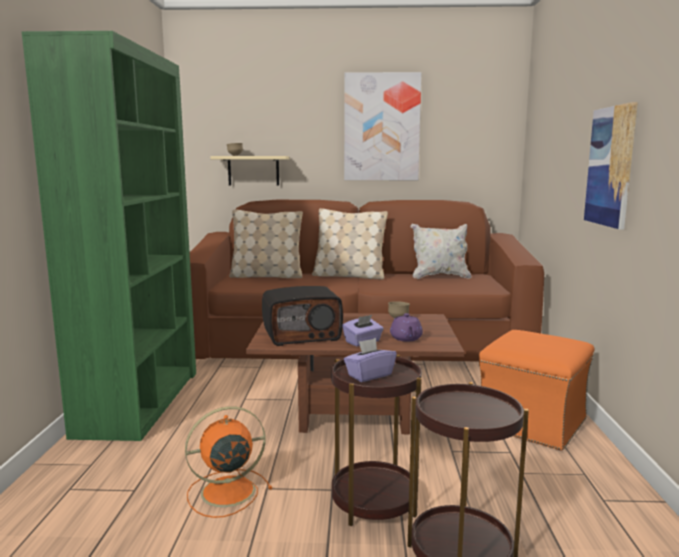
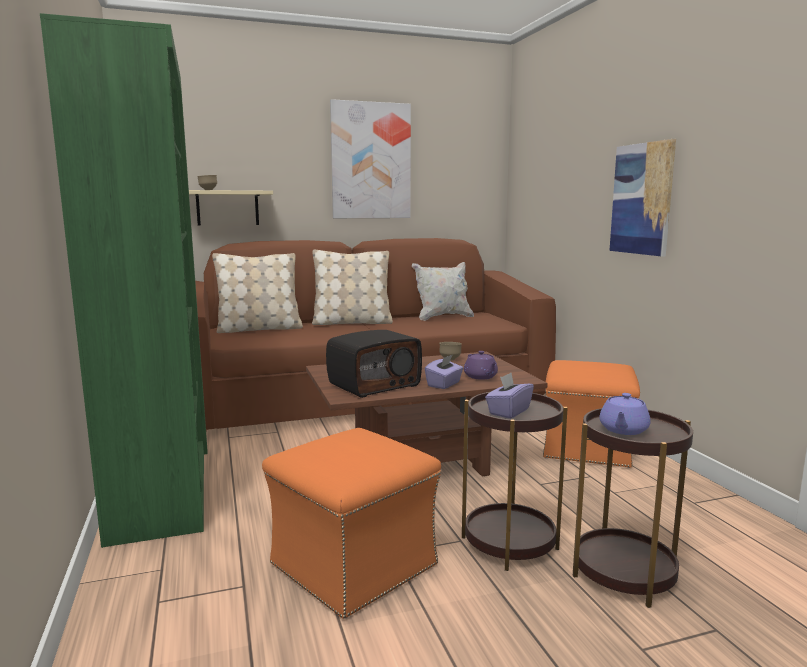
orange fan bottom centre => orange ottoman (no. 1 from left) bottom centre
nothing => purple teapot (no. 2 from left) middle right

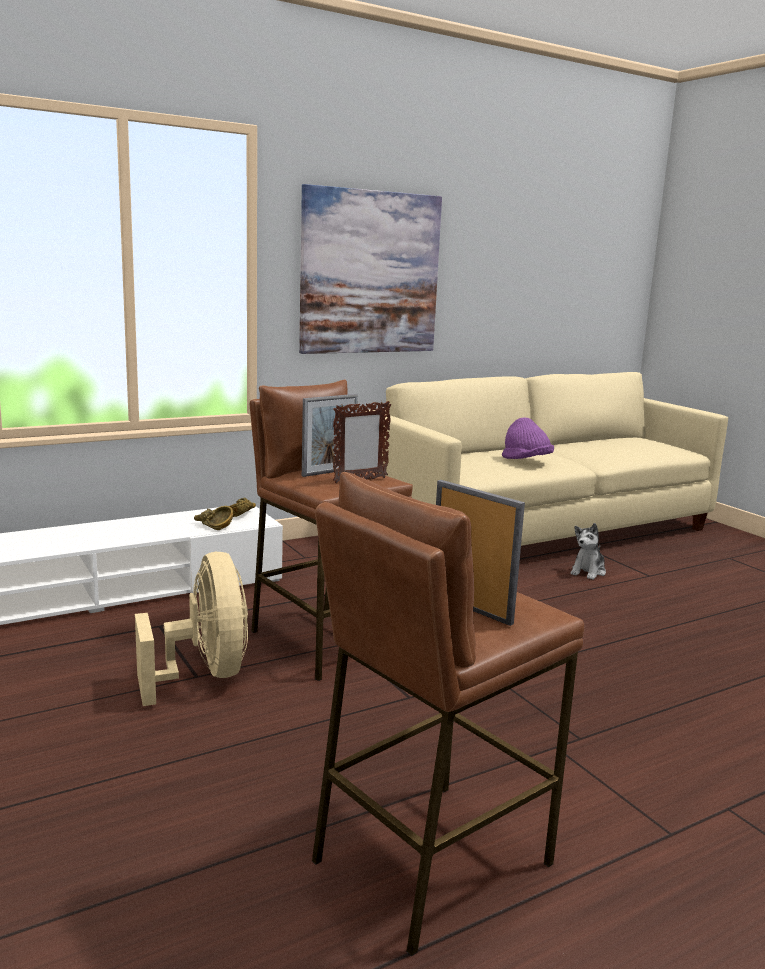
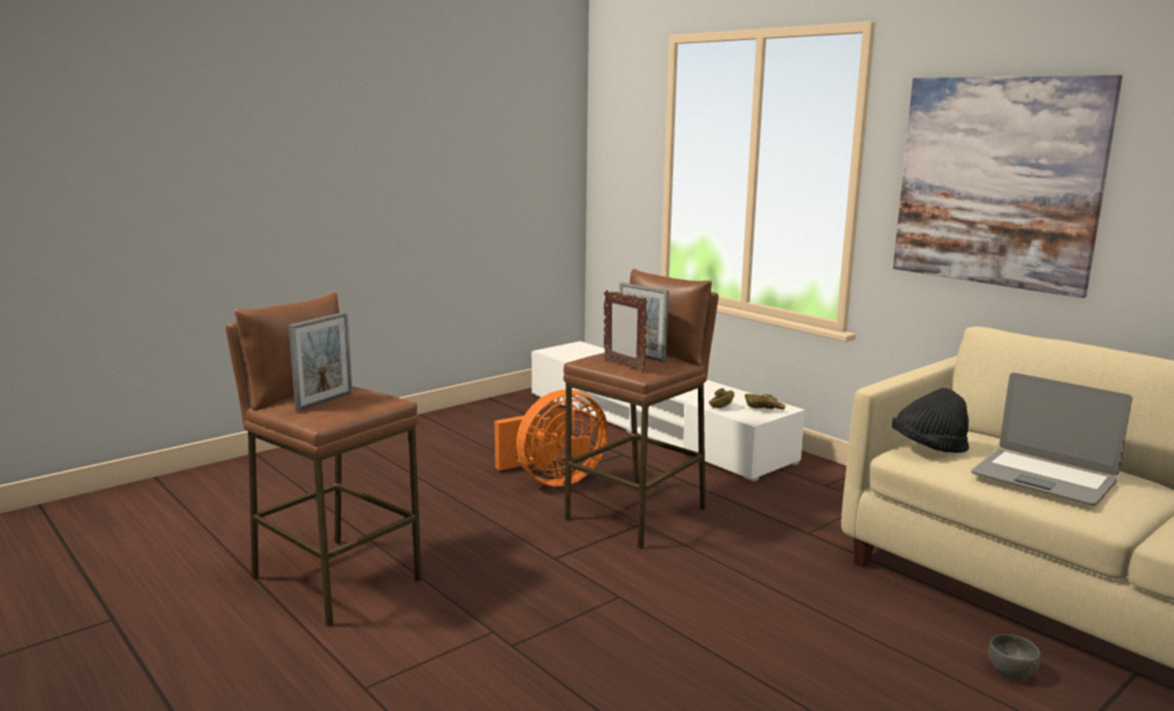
beige fan middle left => orange fan centre
nothing => black hat middle right
purple hat middle right => laptop middle right
plush toy middle right => grey bowl bottom right

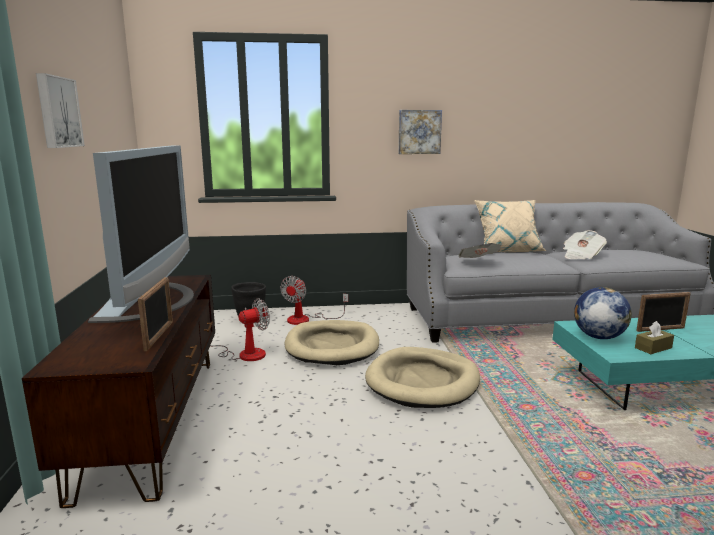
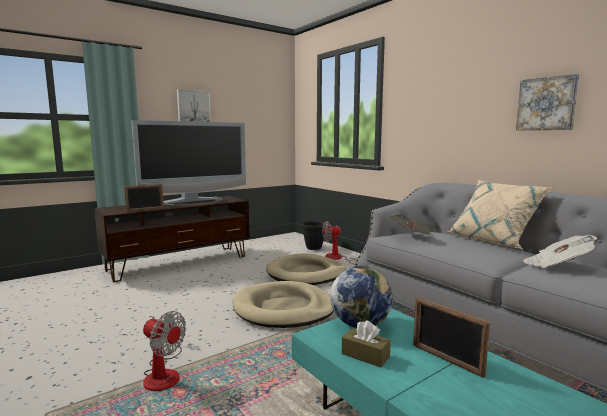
fan (no. 1 from left) centre => fan (no. 1 from left) bottom left, relocated
picture (no. 2 from left) top centre => picture (no. 2 from left) top right, relocated

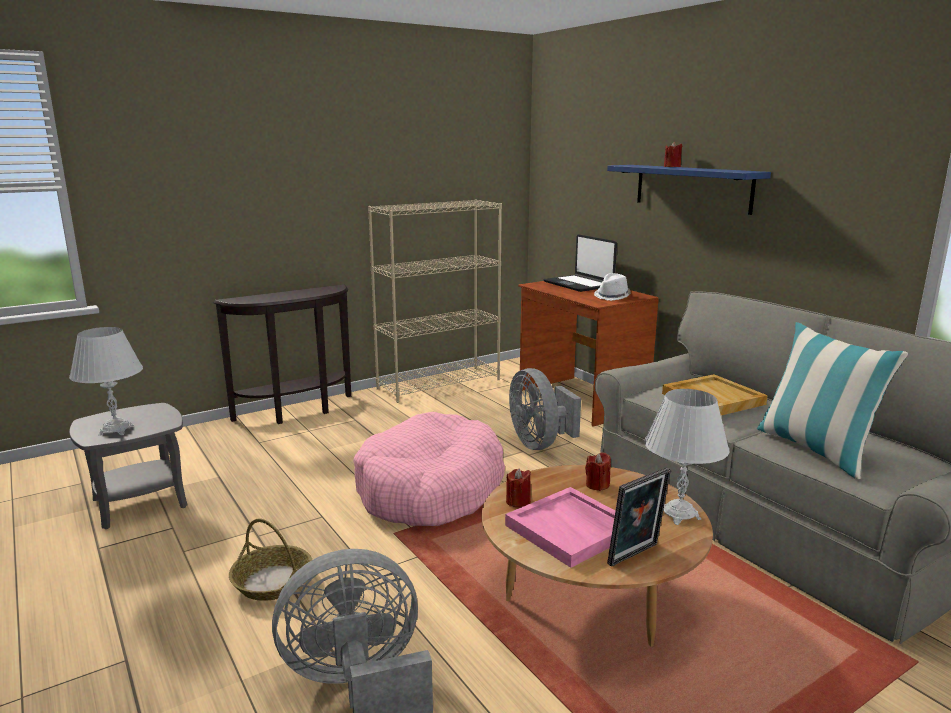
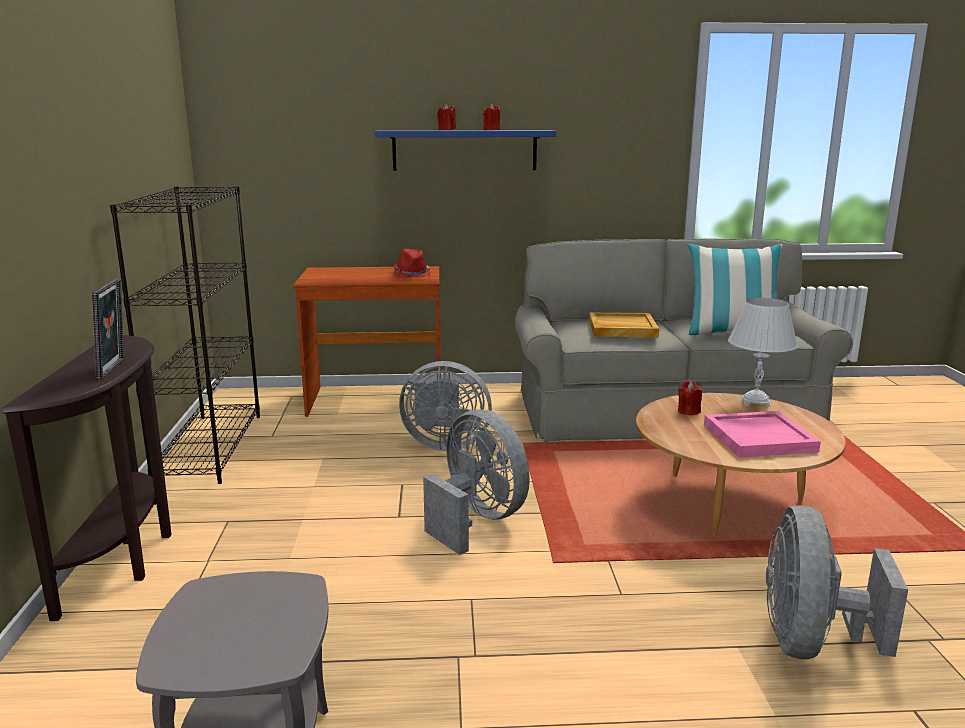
picture frame bottom right => picture frame middle left, relocated
beige bookcase centre => black bookcase middle left
white hat centre => red hat centre
pink dog bed centre => grey fan (no. 2 from left) centre
red candle (no. 1 from left in the first image) bottom centre => red candle (no. 2 from left) top centre, relocated
white table lamp (no. 1 from left) middle left => nothing
basket bottom left => nothing
laptop centre => nothing

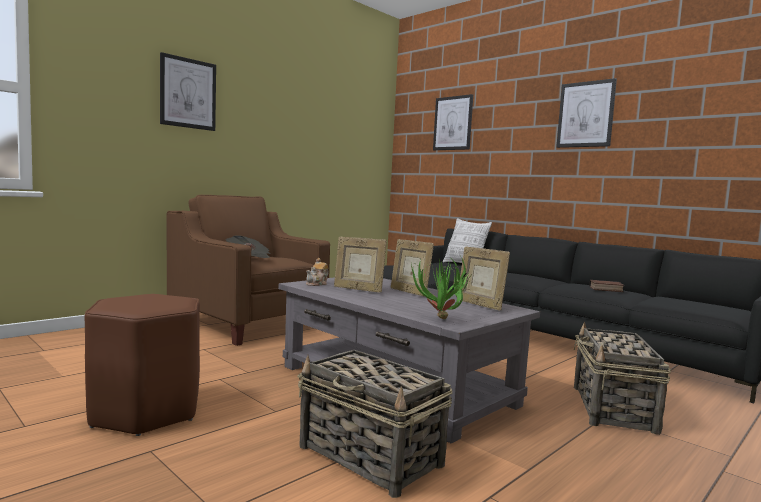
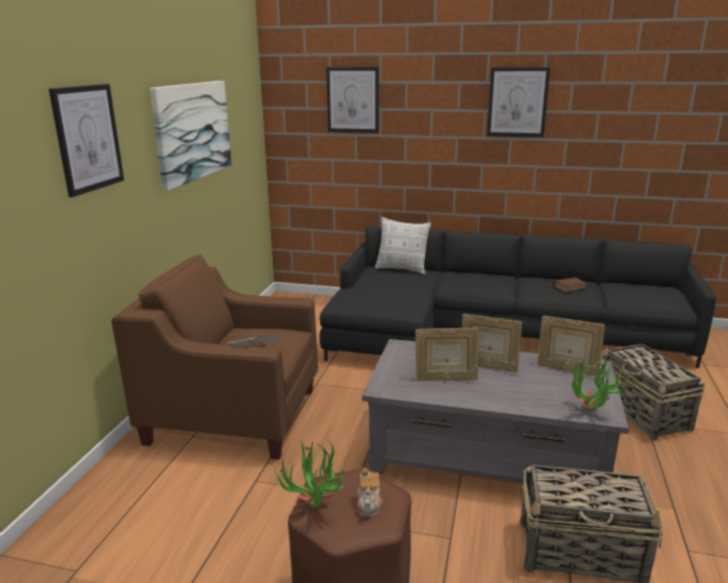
nothing => picture (no. 2 from left) top left
nothing => potted plant (no. 1 from left) bottom centre
teapot centre => teapot bottom centre, relocated

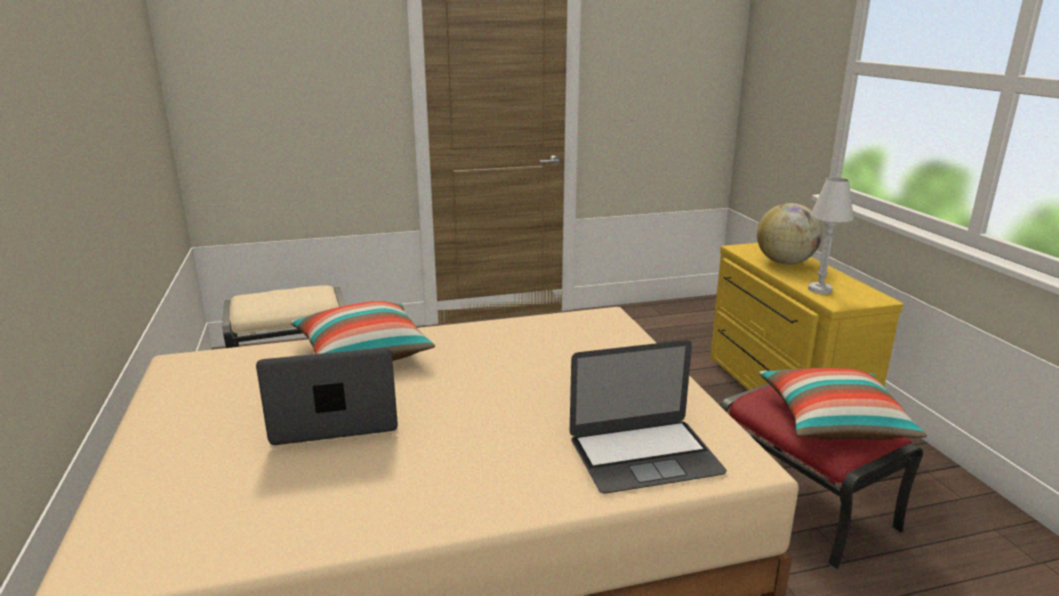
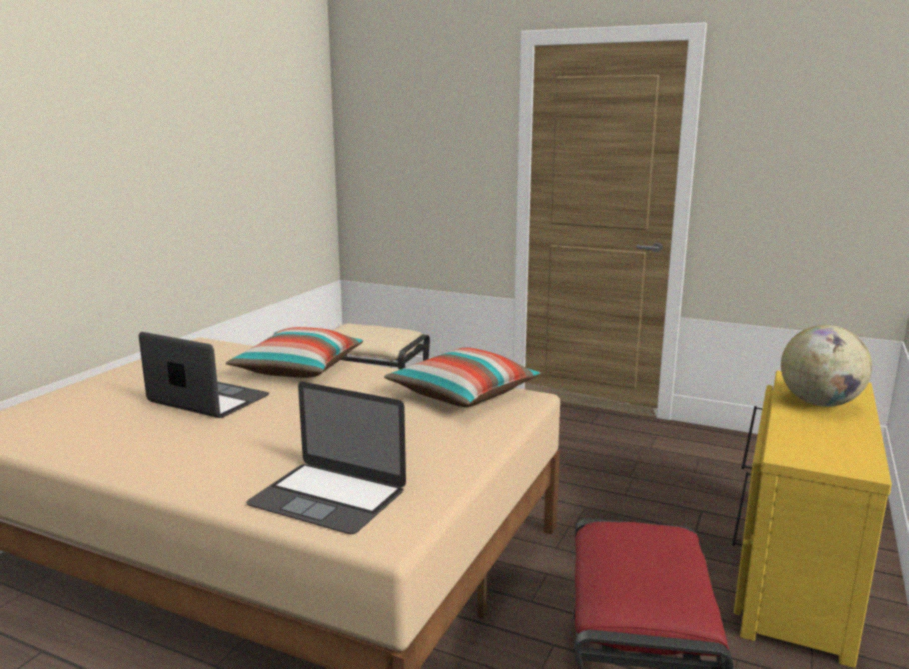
pillow (no. 2 from left) bottom right => pillow (no. 2 from left) centre, relocated
white table lamp middle right => nothing

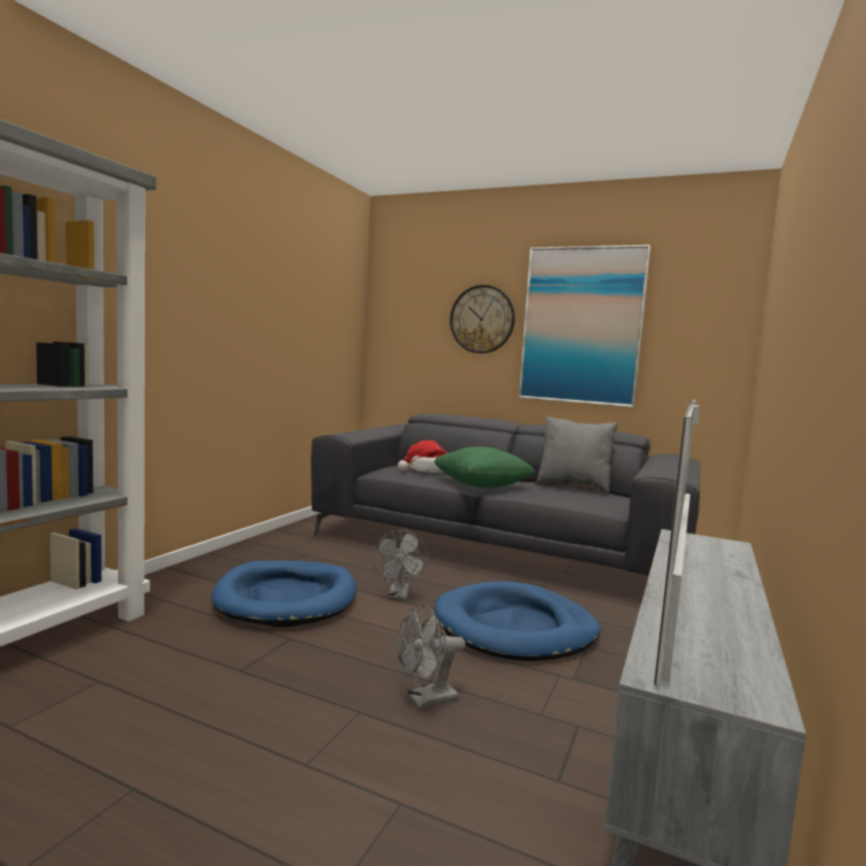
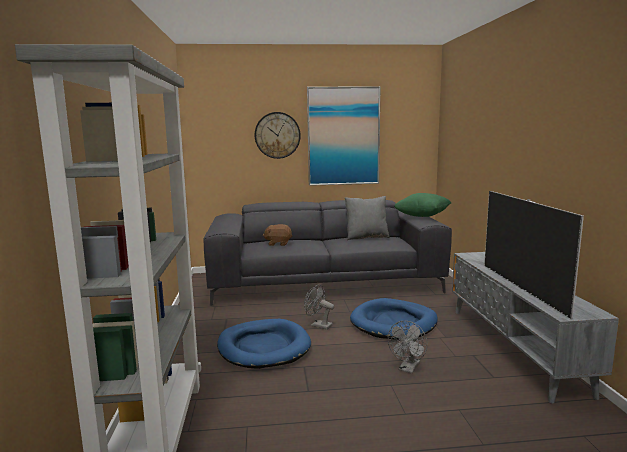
hat centre => brown plush toy centre
grey fan (no. 1 from left) centre => grey fan (no. 1 from left) bottom centre, 150 degrees clockwise
green pillow centre => green pillow middle right, relocated

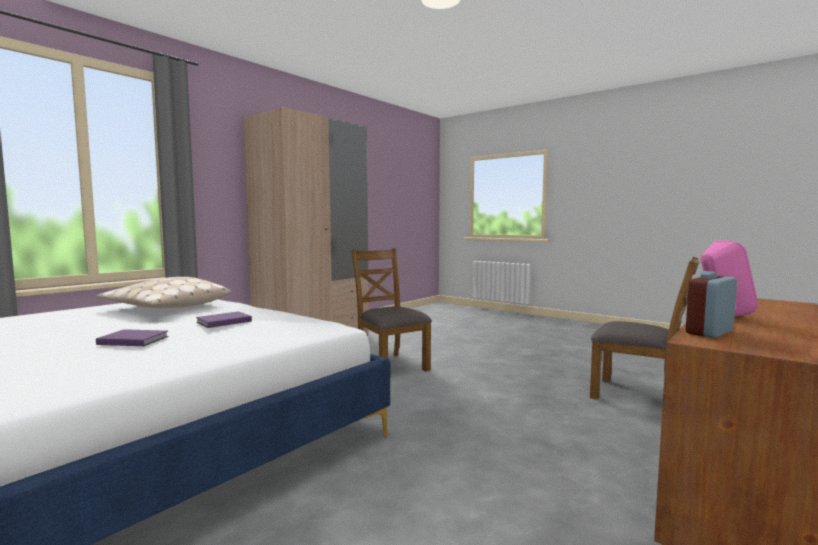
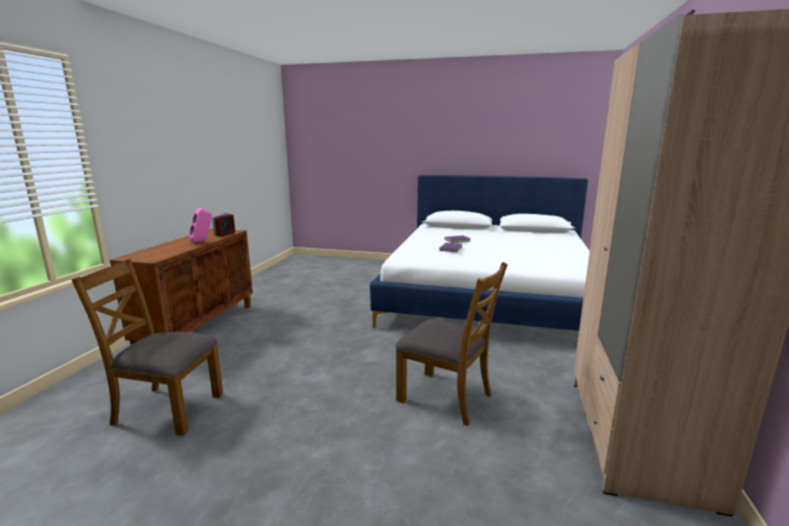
beige pillow middle left => nothing

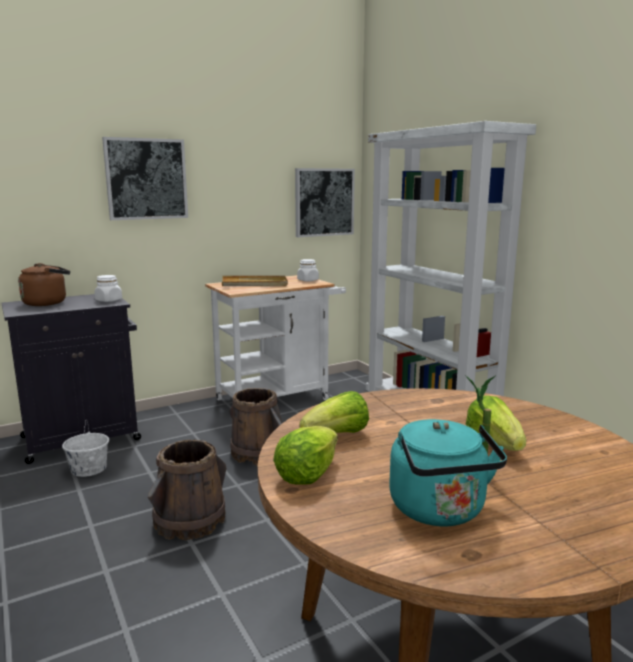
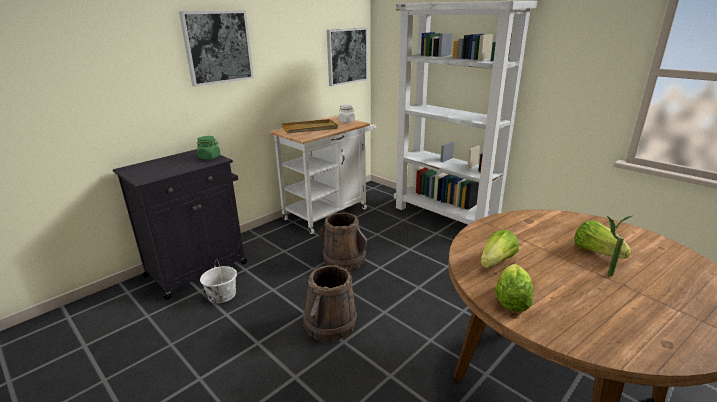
white jar (no. 1 from left) middle left => green jar middle left
brown kettle middle left => nothing
turquoise kettle bottom right => nothing

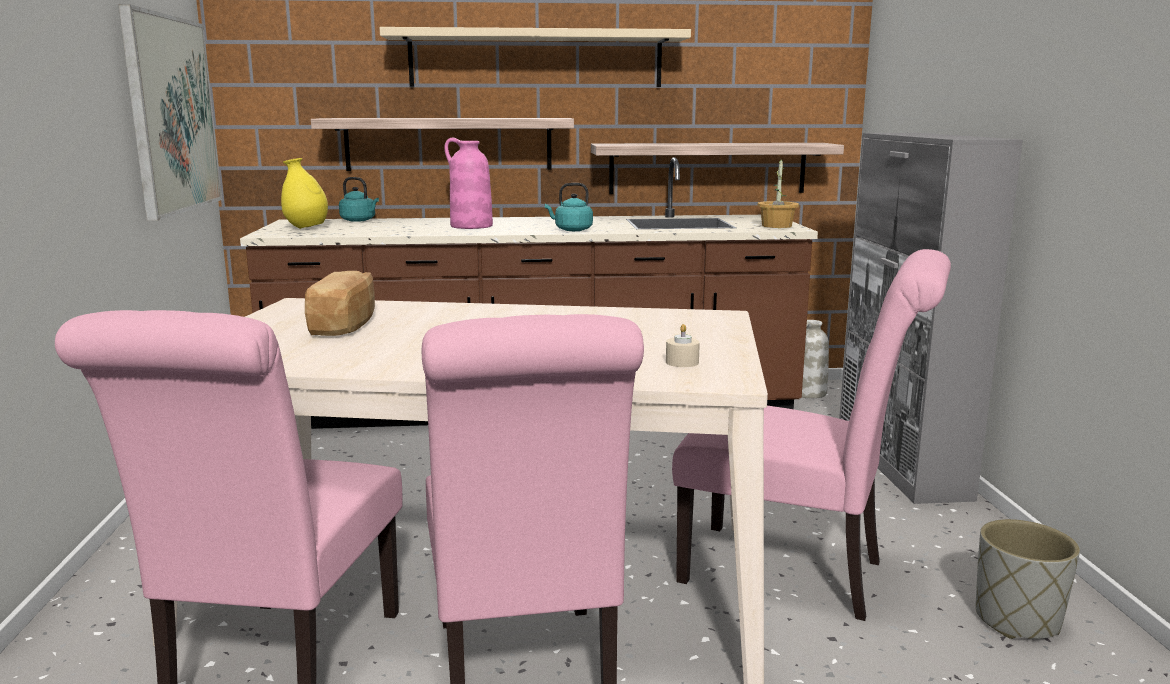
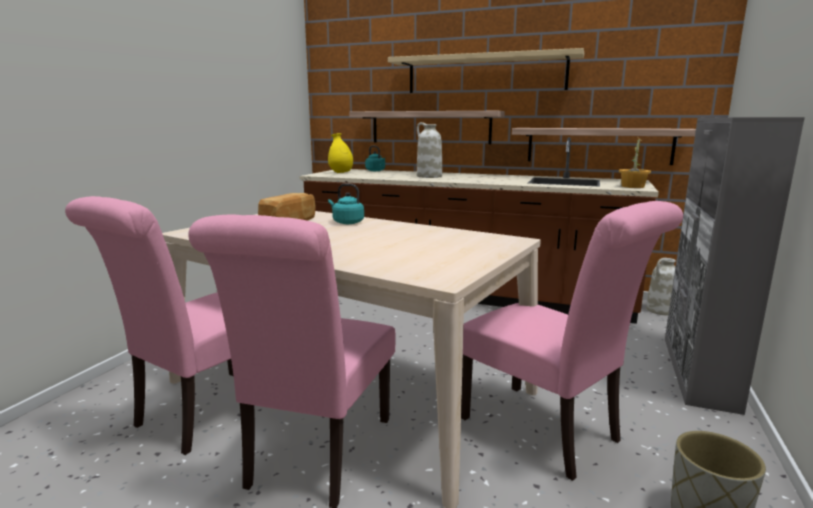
turquoise kettle (no. 2 from left in the first image) top centre => turquoise kettle (no. 1 from left) centre, relocated
pink vase top centre => white vase (no. 1 from left) top centre
picture top left => nothing
beige candle centre => nothing

